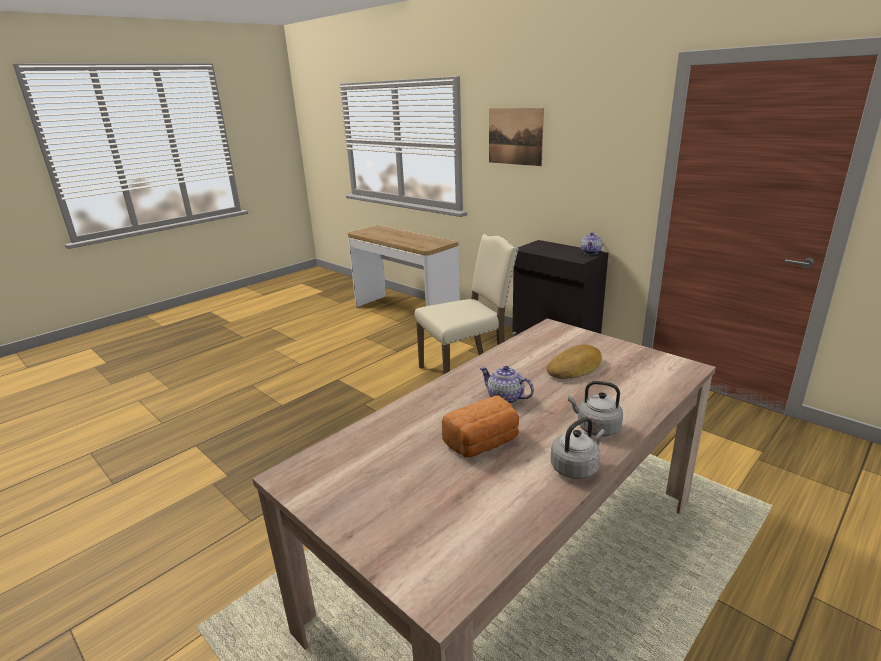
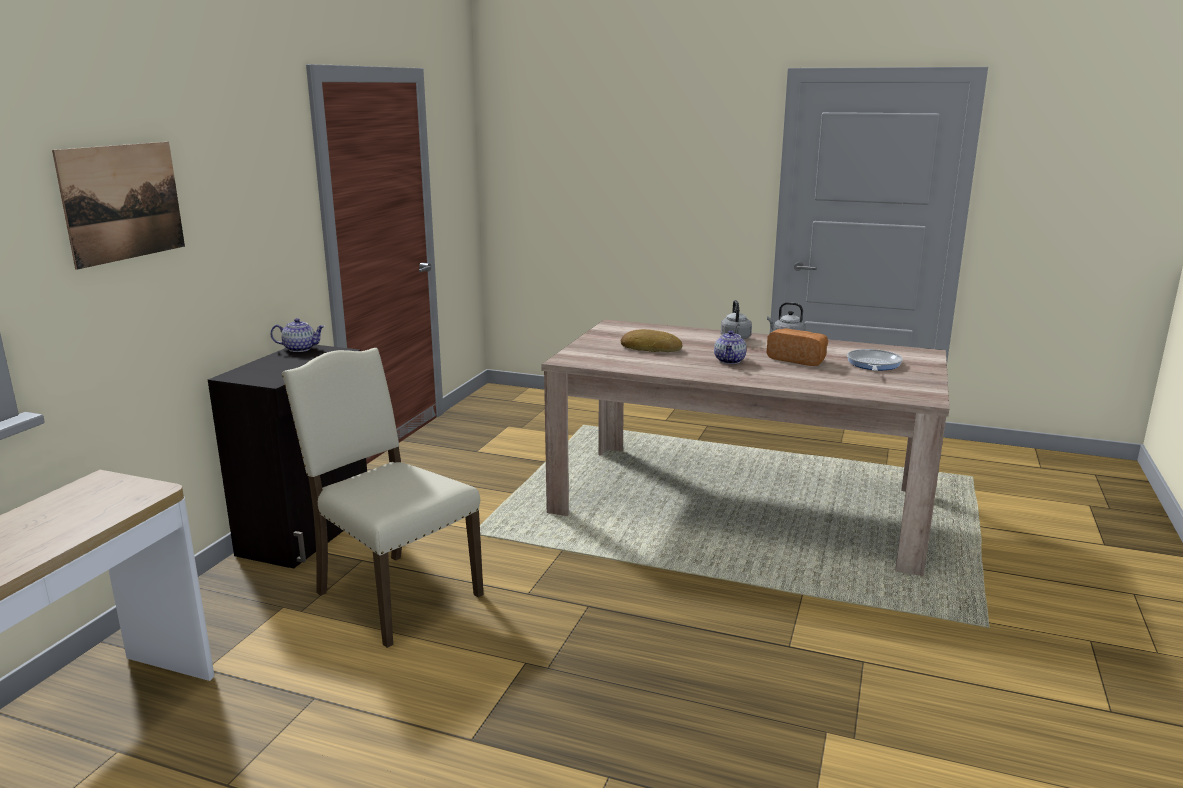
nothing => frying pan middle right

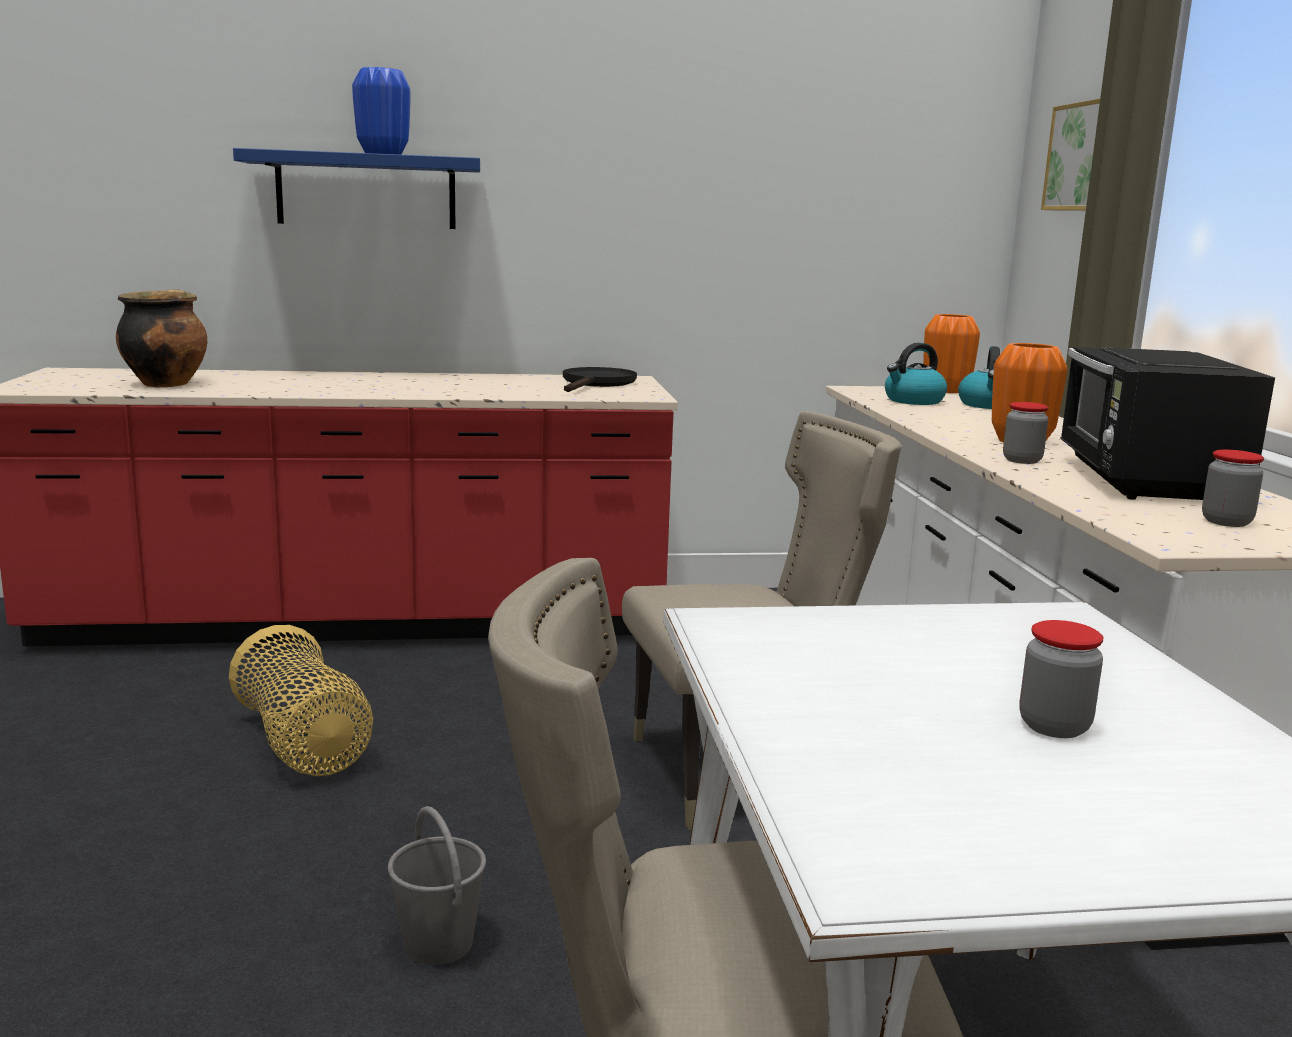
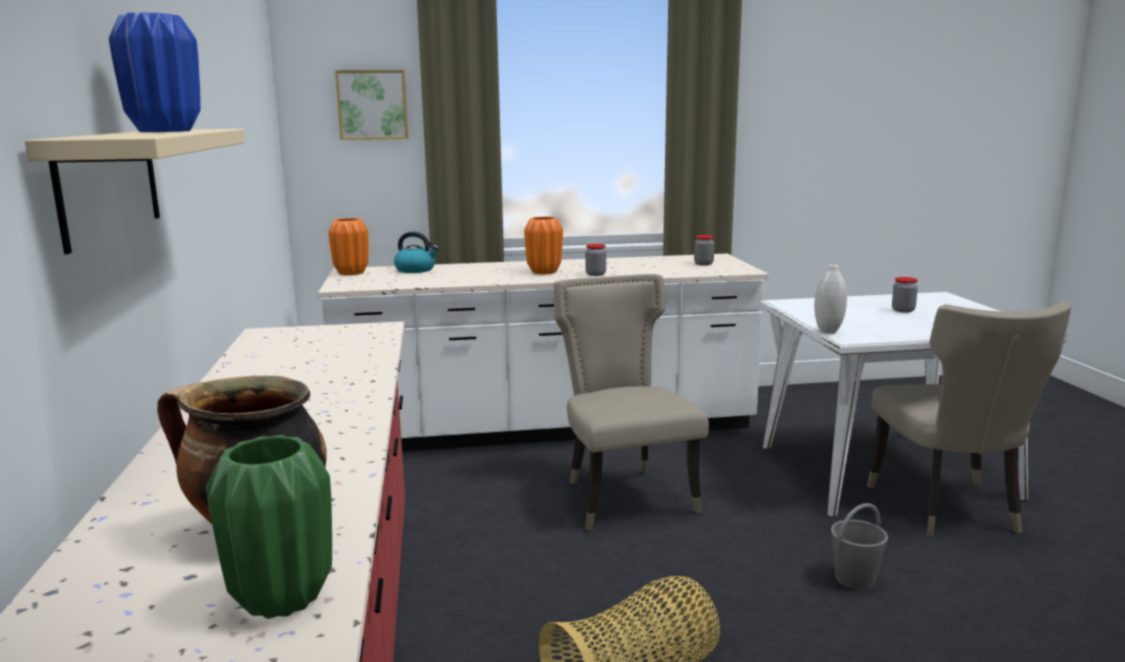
blue shelf top left => beige shelf top left
nothing => green vase bottom left
nothing => white vase middle right
black frying pan centre => nothing
kettle (no. 1 from left) middle right => nothing
black microwave middle right => nothing

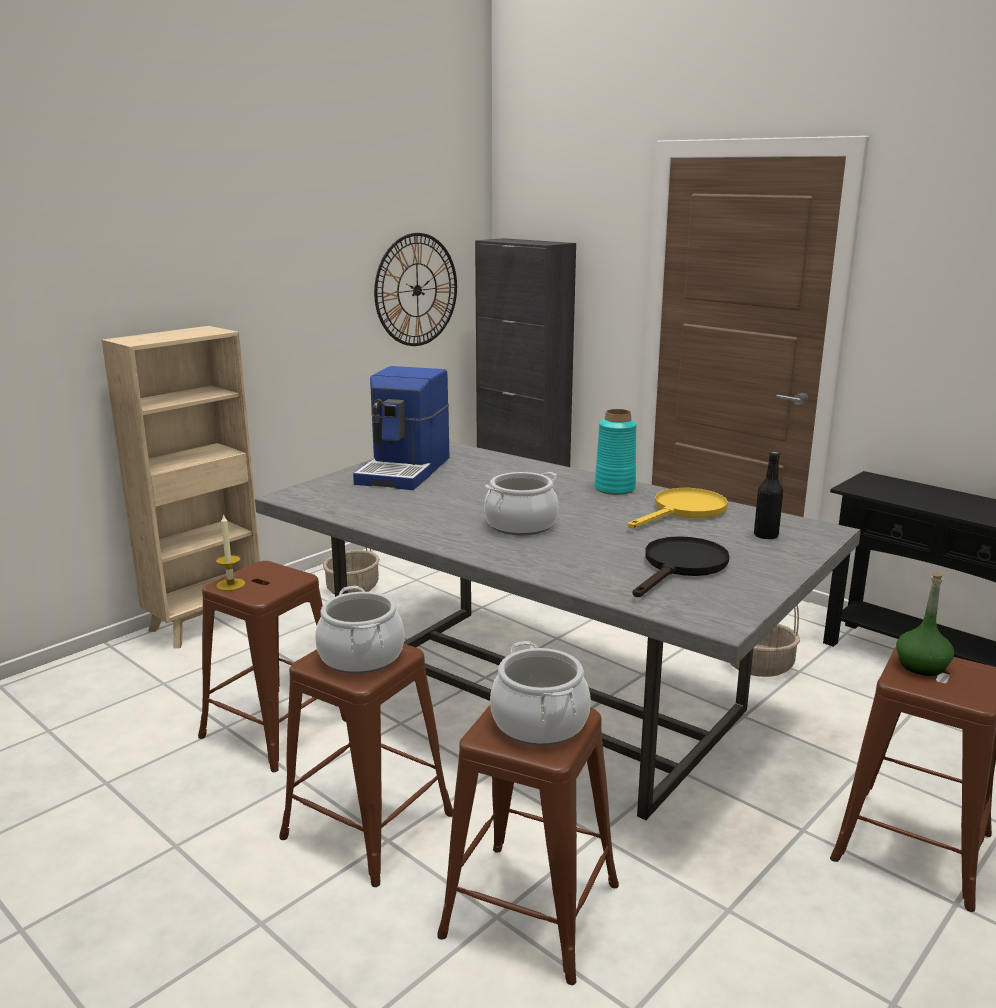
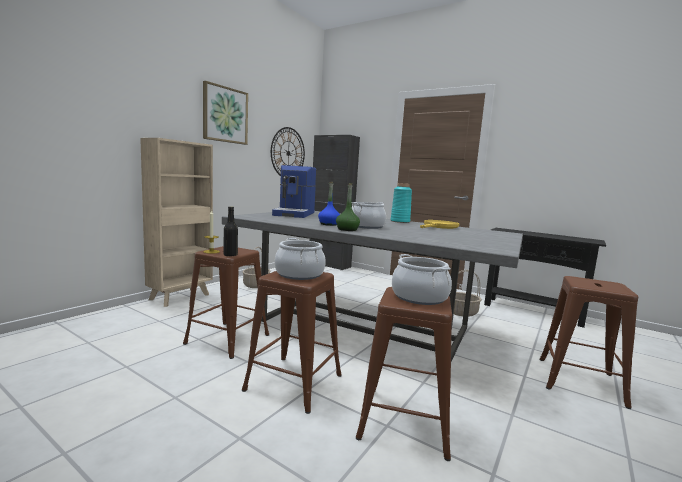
nothing => picture top left
black bottle middle right => black bottle centre, relocated
nothing => blue bottle centre
green bottle middle right => green bottle centre, relocated
black frying pan middle right => nothing

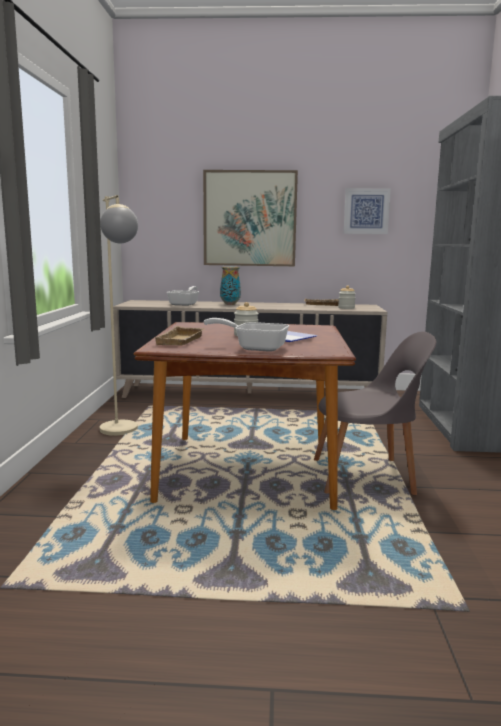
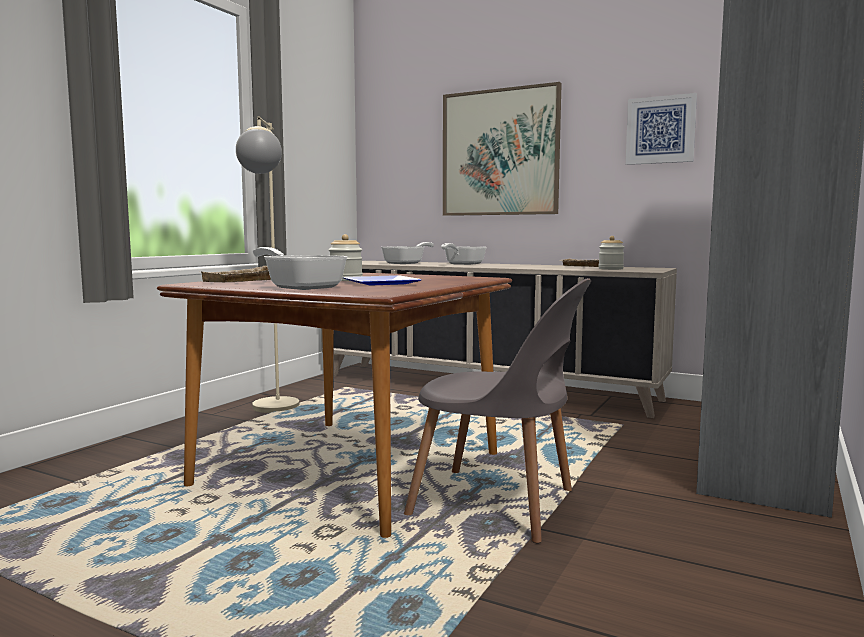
vase centre => frying pan (no. 3 from left) centre

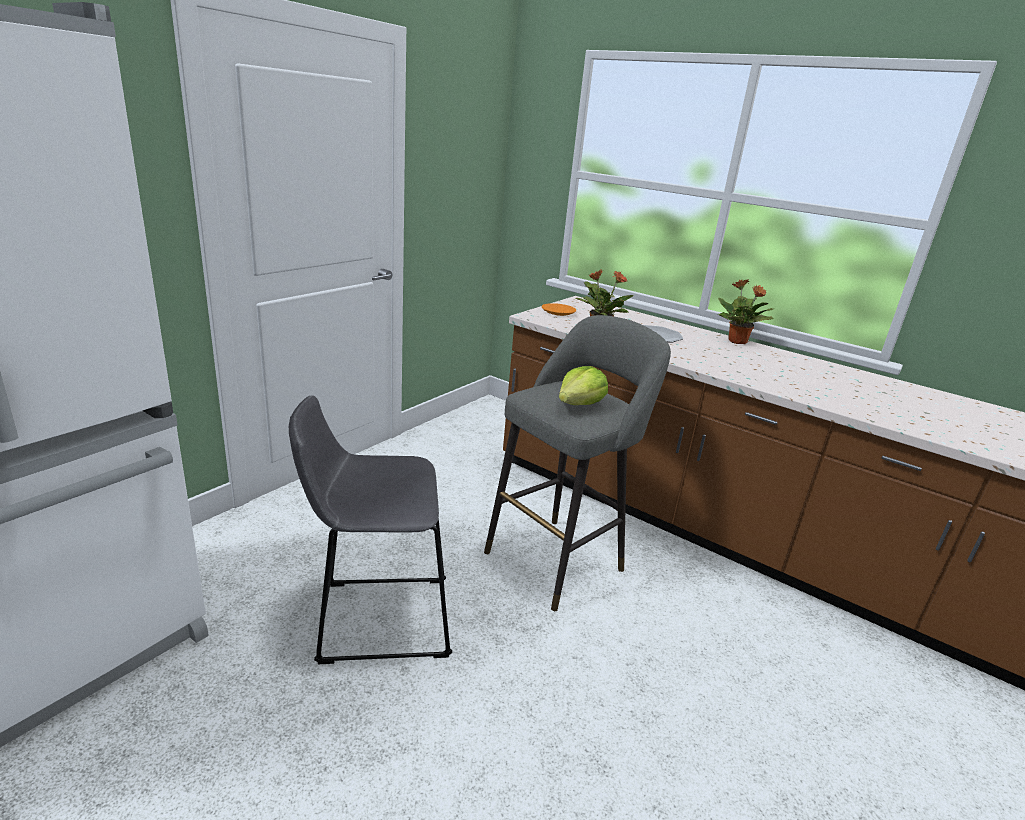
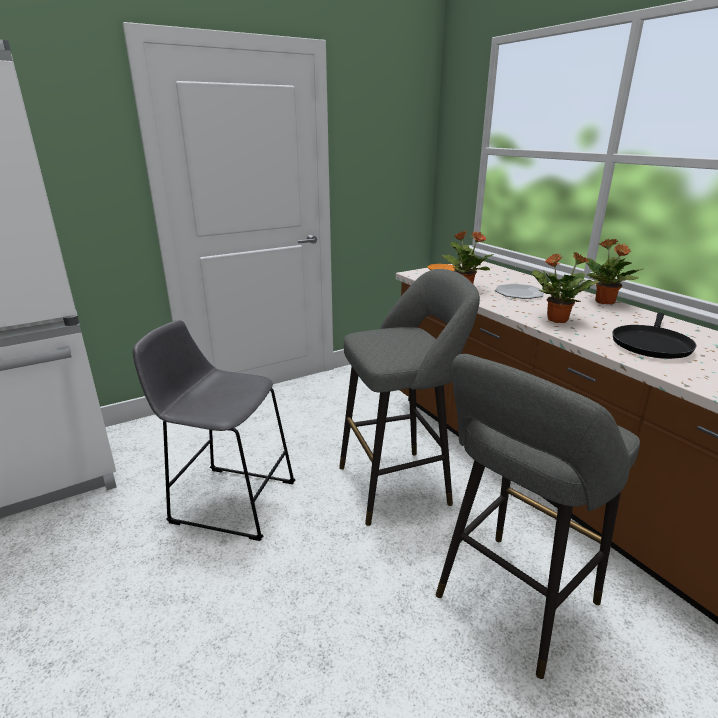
nothing => grey stool (no. 3 from left) bottom right
nothing => potted plant (no. 2 from left) middle right
nothing => black frying pan middle right
lettuce centre => nothing

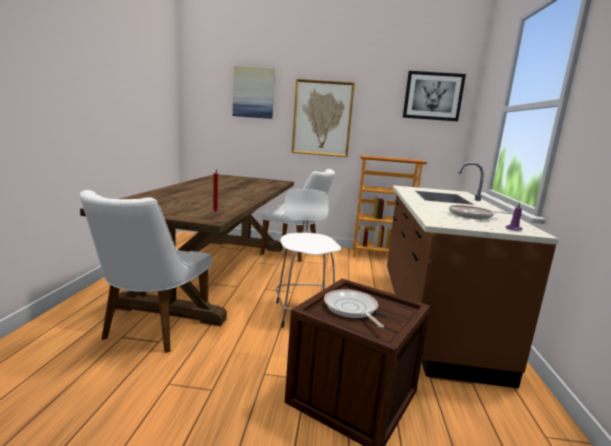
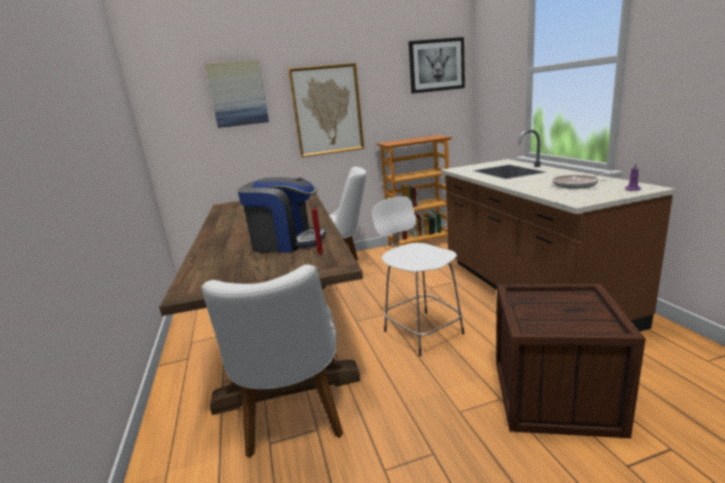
nothing => coffee machine centre
frying pan (no. 1 from left) bottom centre => nothing

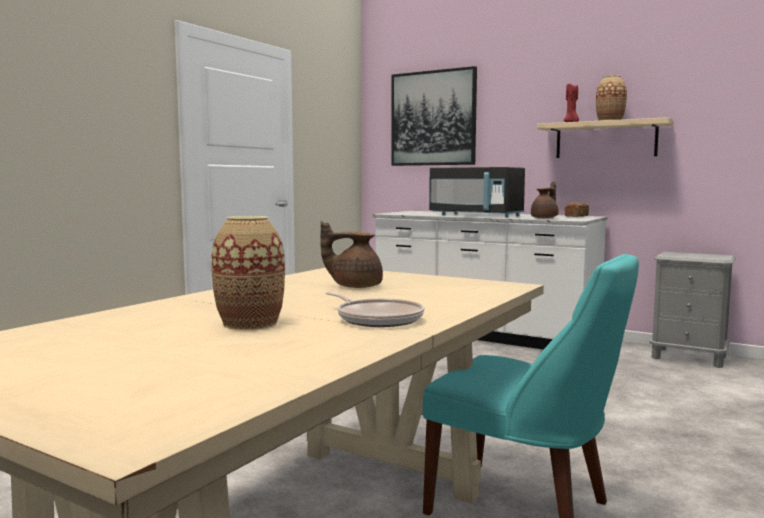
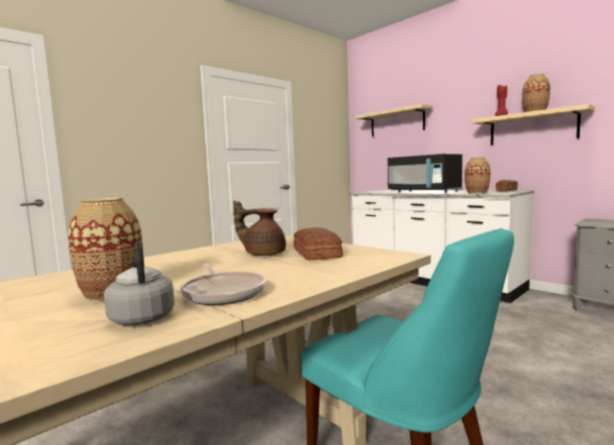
nothing => grey kettle middle left
nothing => bread (no. 1 from left) centre
picture top centre => beige shelf (no. 1 from left) top centre
brown teapot (no. 2 from left) middle right => vase (no. 2 from left) middle right

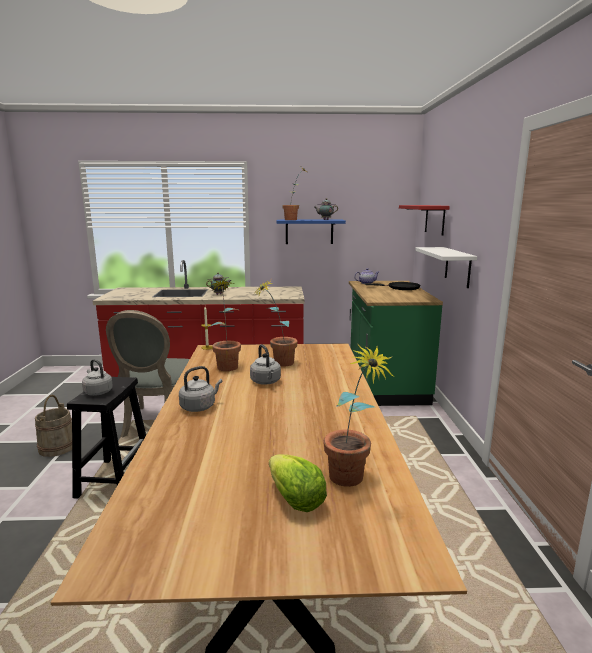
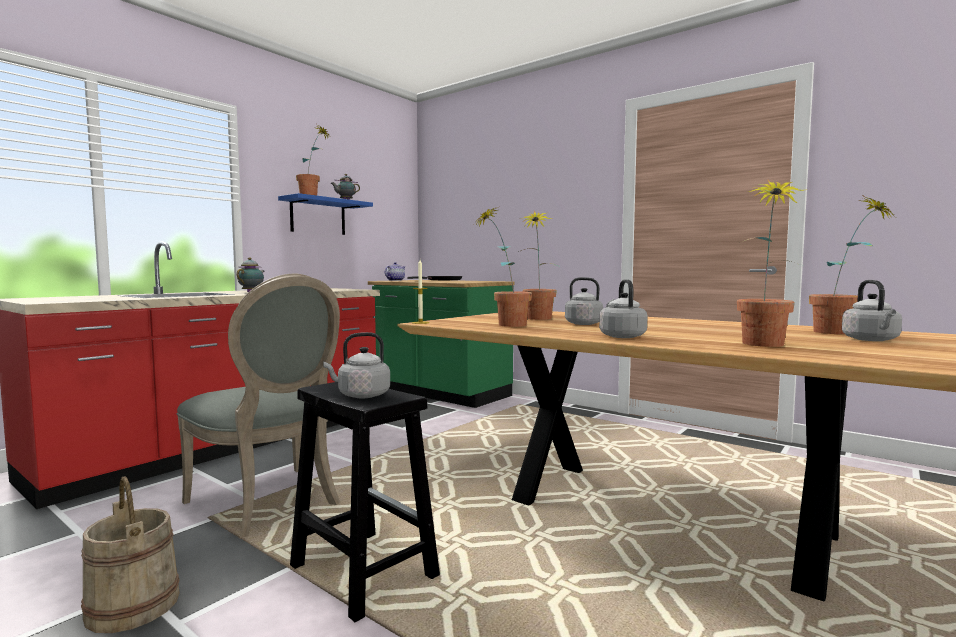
nothing => potted plant (no. 4 from left) middle right
lettuce bottom centre => grey kettle (no. 4 from left) middle right
red shelf middle right => nothing
white shelf middle right => nothing

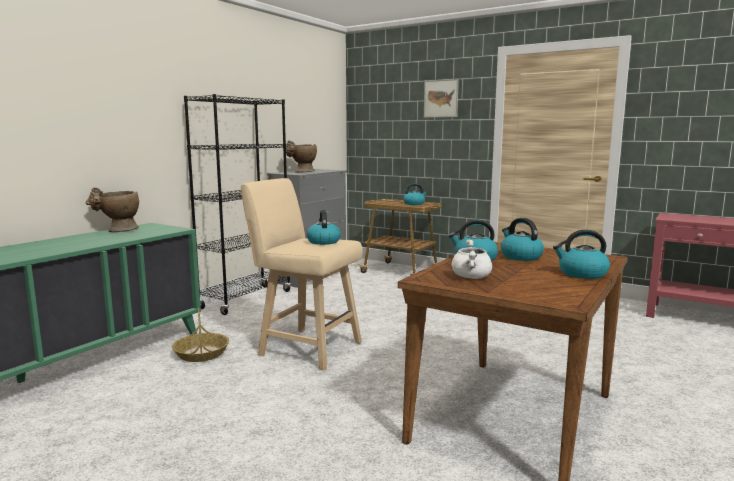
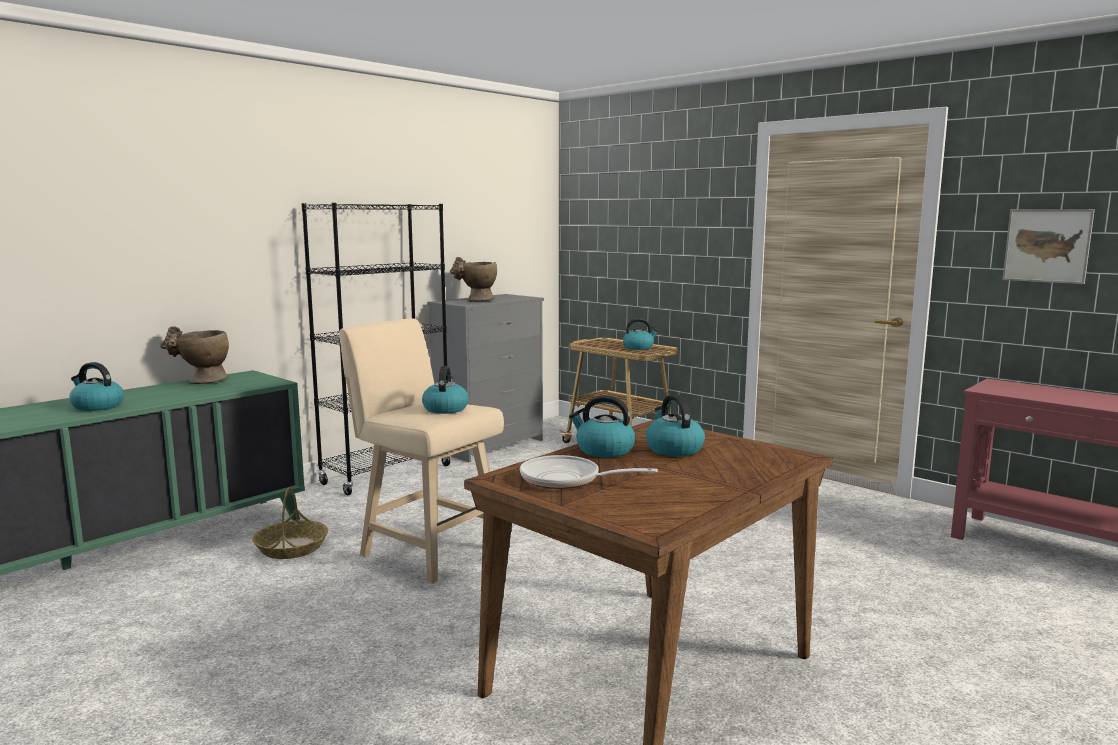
kettle (no. 5 from left in the first image) middle right => kettle (no. 1 from left) middle left, relocated
white cooking pot centre => frying pan centre
picture top centre => picture top right, relocated

